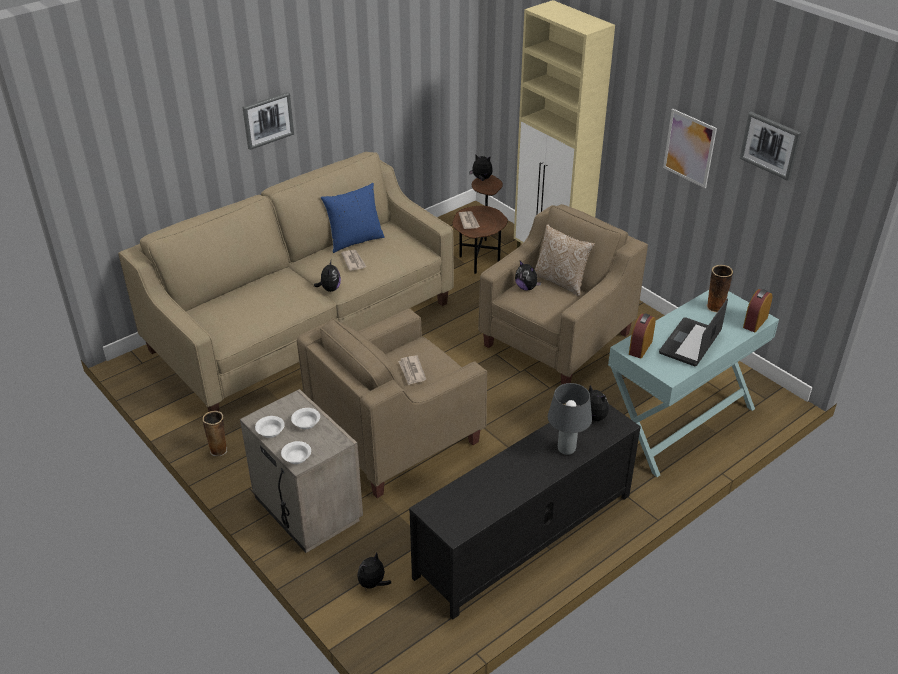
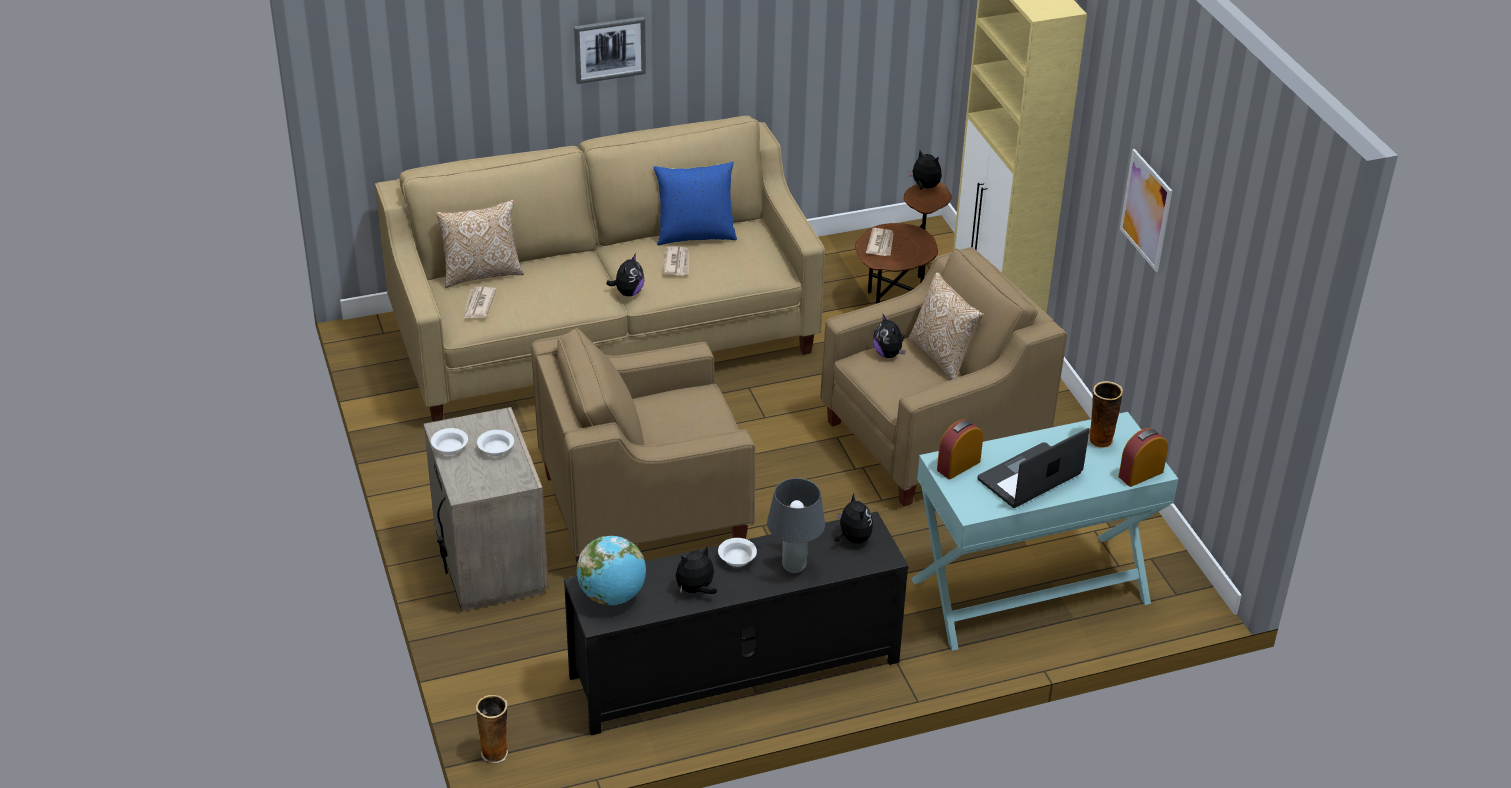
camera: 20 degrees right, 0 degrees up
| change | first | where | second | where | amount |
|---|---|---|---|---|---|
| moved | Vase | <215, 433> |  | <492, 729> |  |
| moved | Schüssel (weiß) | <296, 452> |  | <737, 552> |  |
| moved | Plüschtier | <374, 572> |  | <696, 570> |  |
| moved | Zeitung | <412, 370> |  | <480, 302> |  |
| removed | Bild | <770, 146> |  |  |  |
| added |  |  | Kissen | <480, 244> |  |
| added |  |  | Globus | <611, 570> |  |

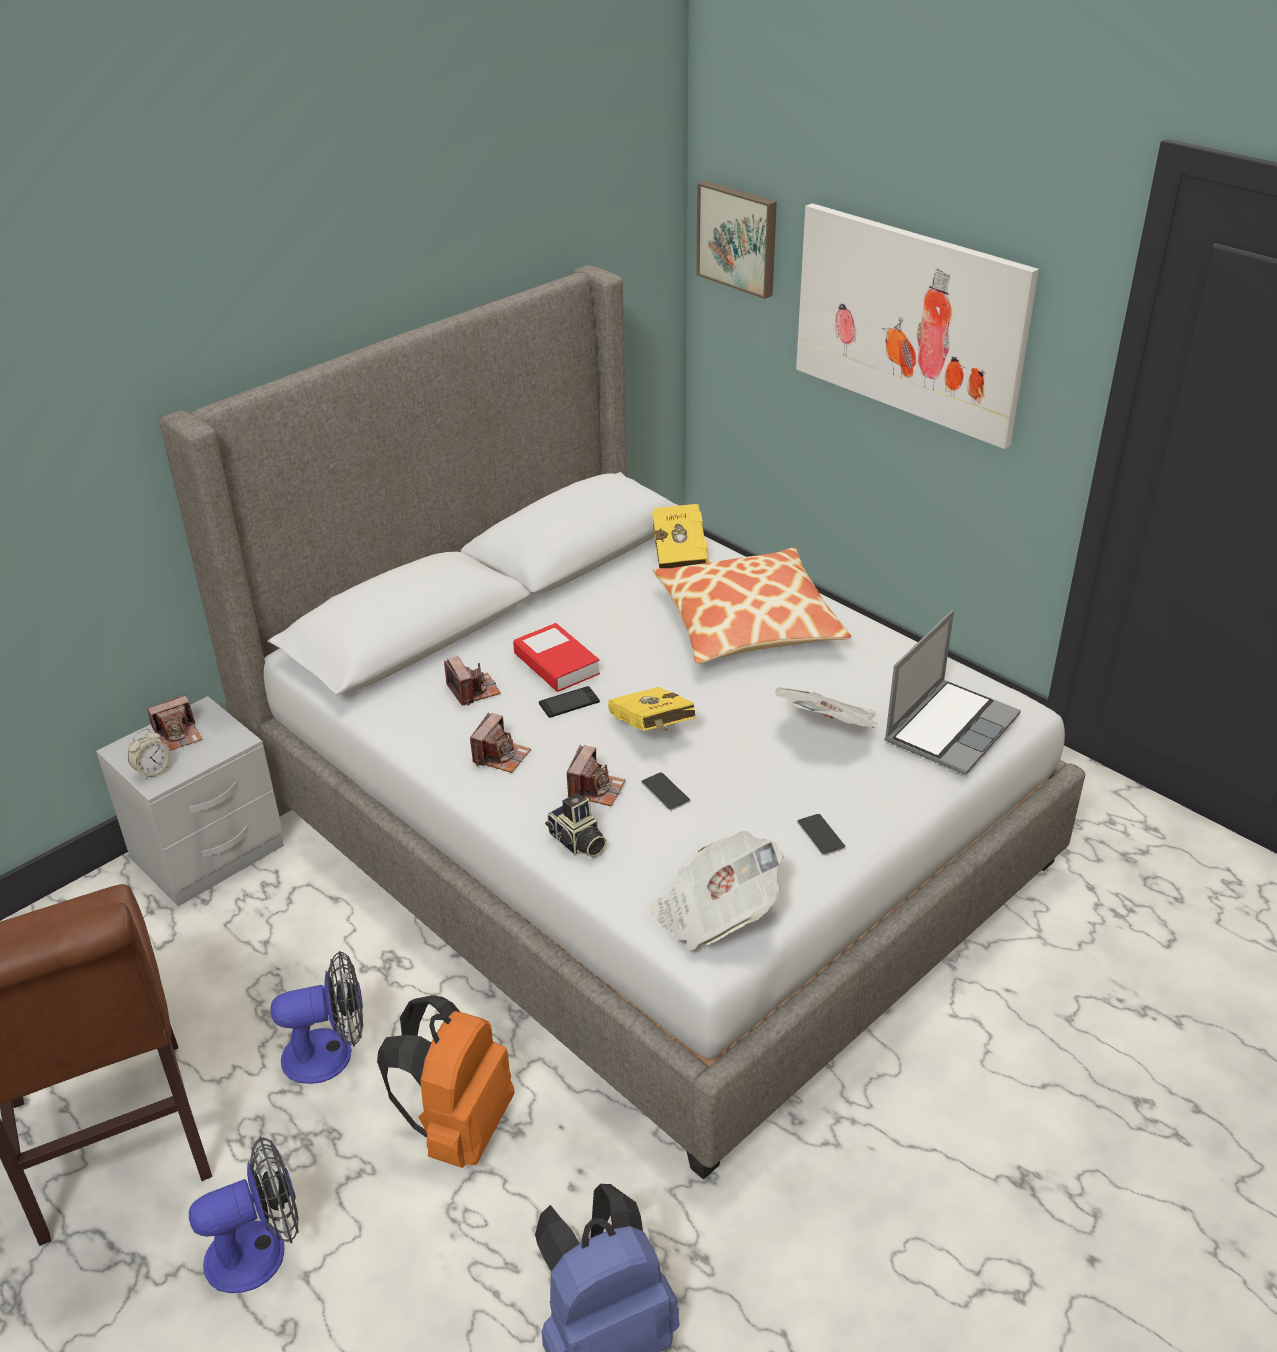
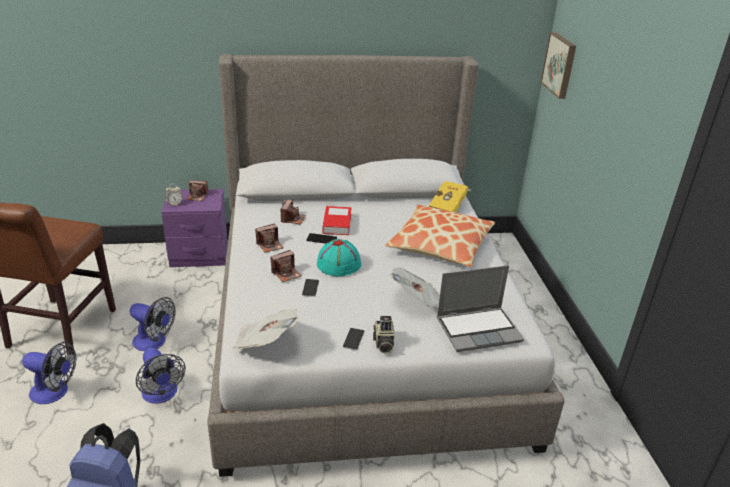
camera: 35 degrees right, 5 degrees down
| change | first | where | second | where | amount |
|---|---|---|---|---|---|
| recoloured | Nachttisch (grau) | <190, 801> | Nachttisch (lila) | <194, 228> |  |
| replaced | Rucksack (orange) | <445, 1081> | Ventilator | <161, 376> |  |
| moved | Kamera | <576, 825> |  | <384, 335> |  |
| replaced | Buch (gelb) | <652, 709> | Hut (türkis) | <339, 257> |  |
| removed | Bild | <917, 326> |  |  |  |

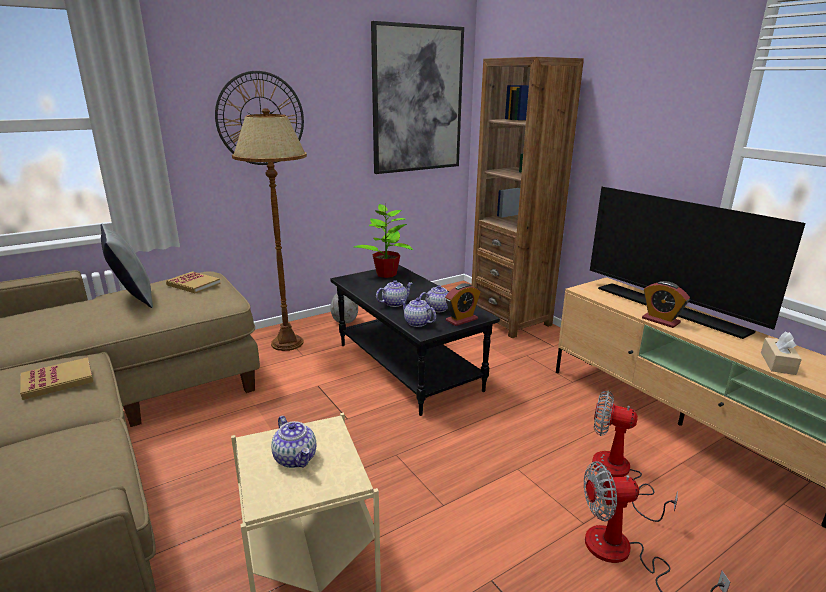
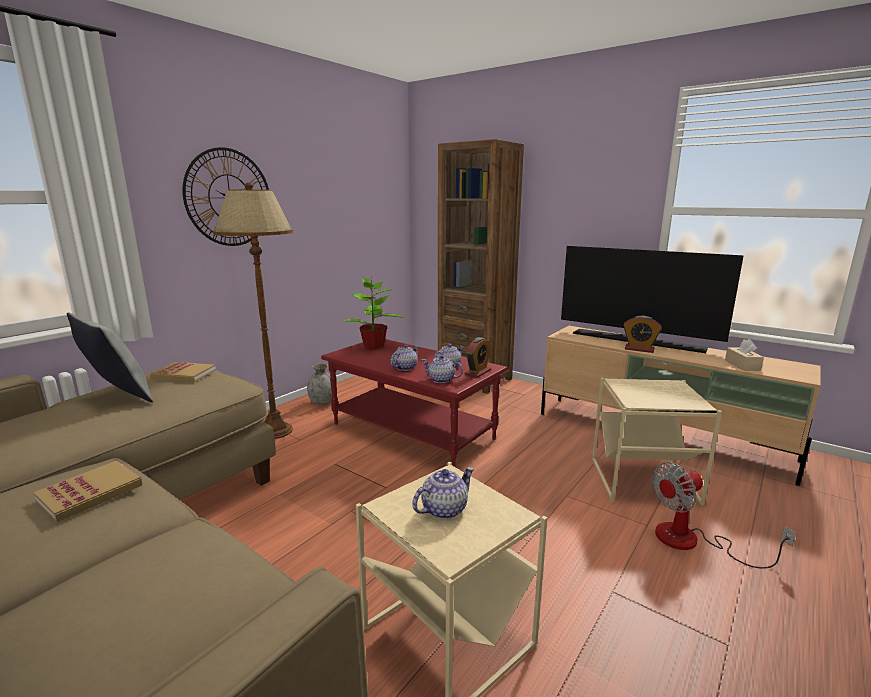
camera: 20 degrees left, 5 degrees down
| change | first | where | second | where | amount |
|---|---|---|---|---|---|
| turned | Teekanne | <293, 442> |  | <443, 493> | 75 degrees counterclockwise |
| recoloured | Couchtisch (schwarz) | <415, 340> | Couchtisch (rot) | <414, 403> |  |
| removed | Bild | <417, 97> |  |  |  |
| replaced | Ventilator | <635, 456> | Beistelltisch (beige) | <657, 441> |  |

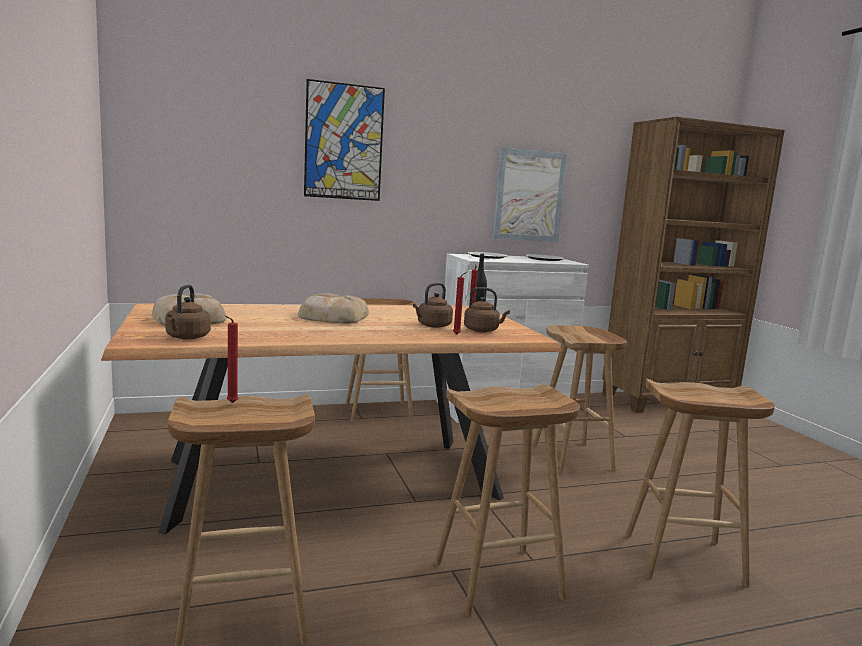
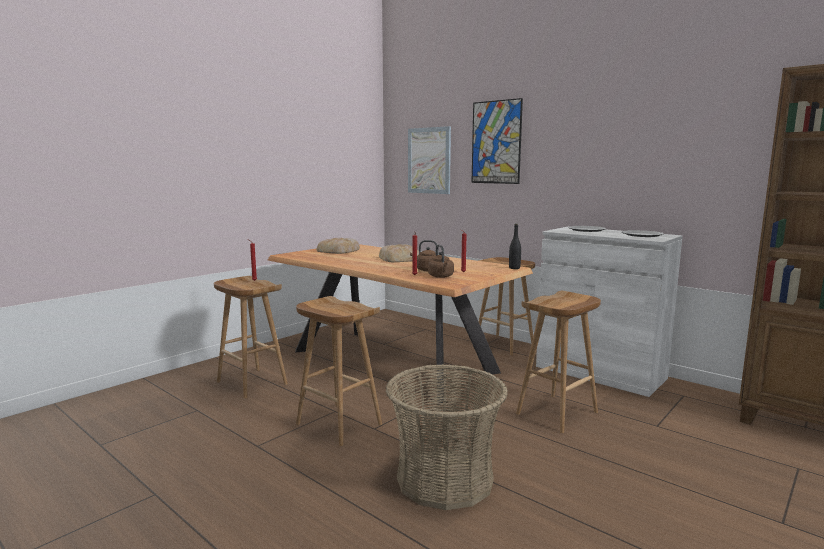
camera: 60 degrees right, 0 degrees up
| change | first | where | second | where | amount |
|---|---|---|---|---|---|
| removed | Wasserkessel (braun) | <188, 312> |  |  |  |
| moved | Bild | <530, 195> |  | <429, 160> |  |
| replaced | Hocker (braun) | <700, 483> | Korb | <447, 437> |  |

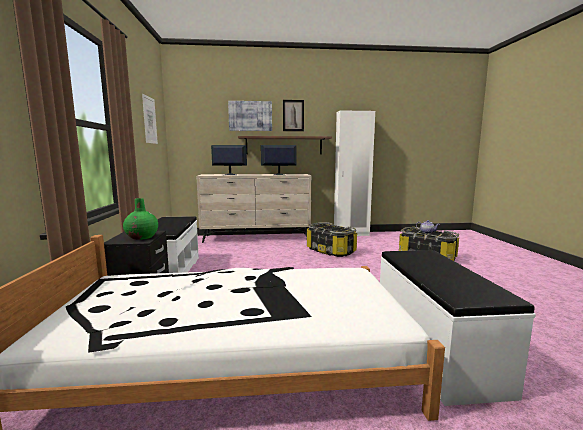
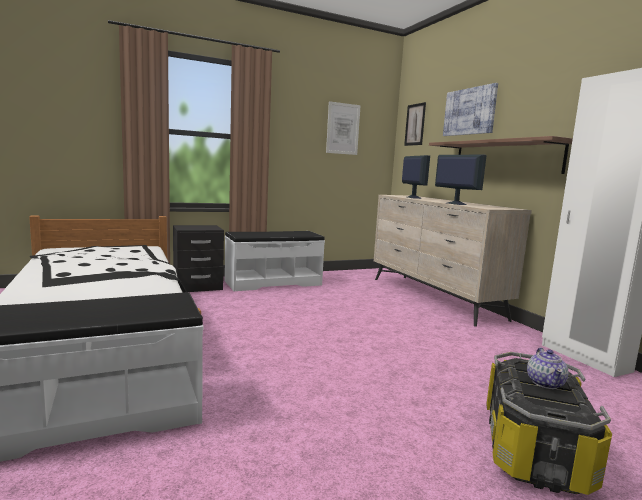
camera: 70 degrees right, 0 degrees up
| change | first | where | second | where | amount |
|---|---|---|---|---|---|
| removed | Vase (grün) | <140, 219> |  |  |  |
| moved | Bild | <293, 115> |  | <415, 124> |  |
| removed | Aufbewahrungsbox | <332, 239> |  |  |  |

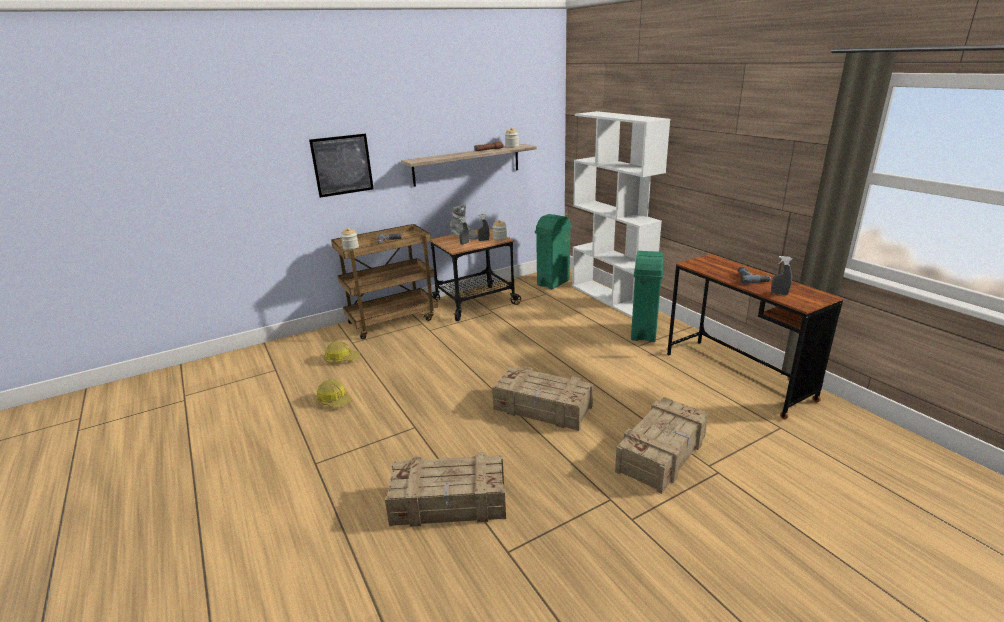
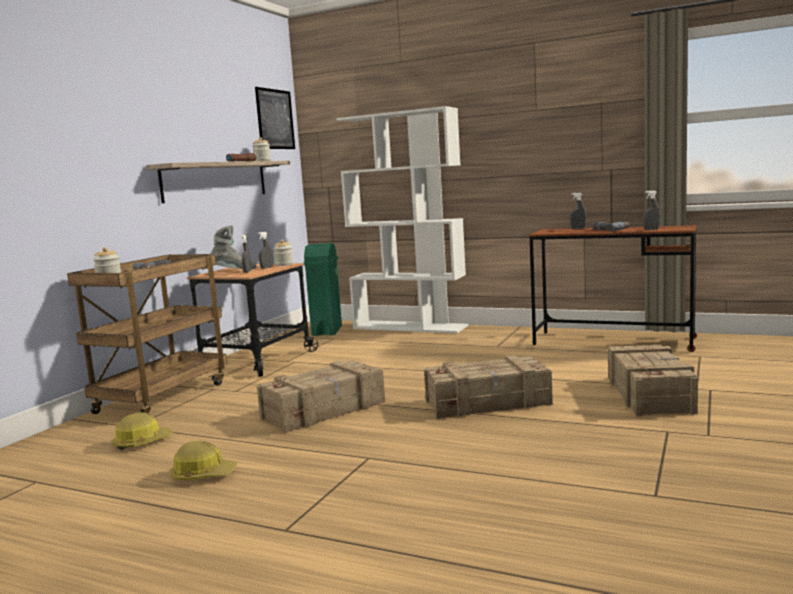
camera: 35 degrees left, 15 degrees down
| change | first | where | second | where | amount |
|---|---|---|---|---|---|
| moved | Bild | <341, 166> |  | <275, 118> |  |
| moved | Kiste | <445, 489> |  | <321, 396> |  |
| removed | Mülleimer (grün) | <647, 296> |  |  |  |
| added |  |  | Sprühflasche (grau) | <578, 211> |  |

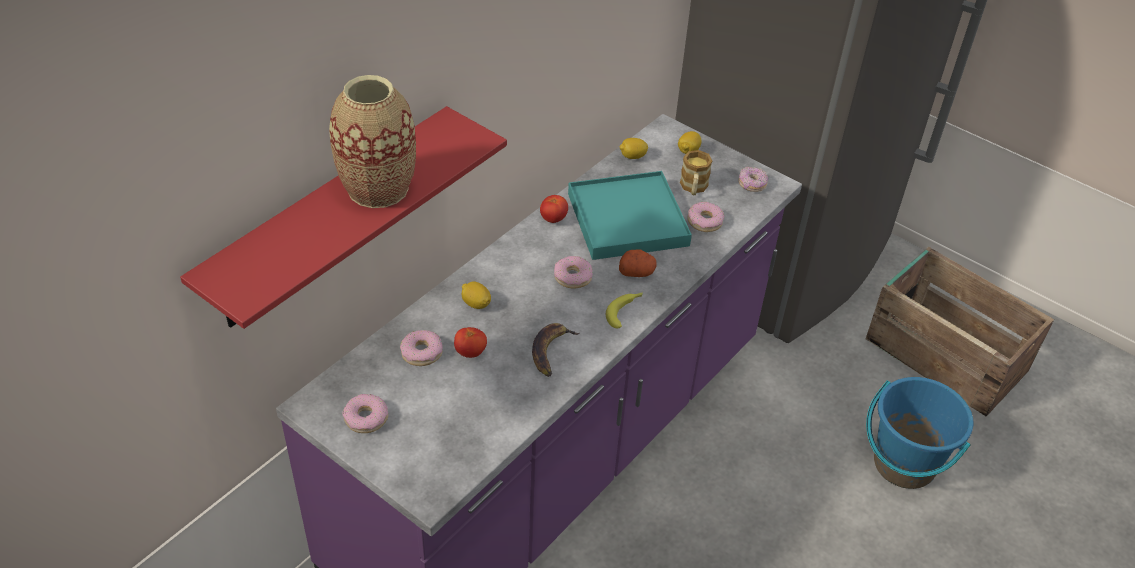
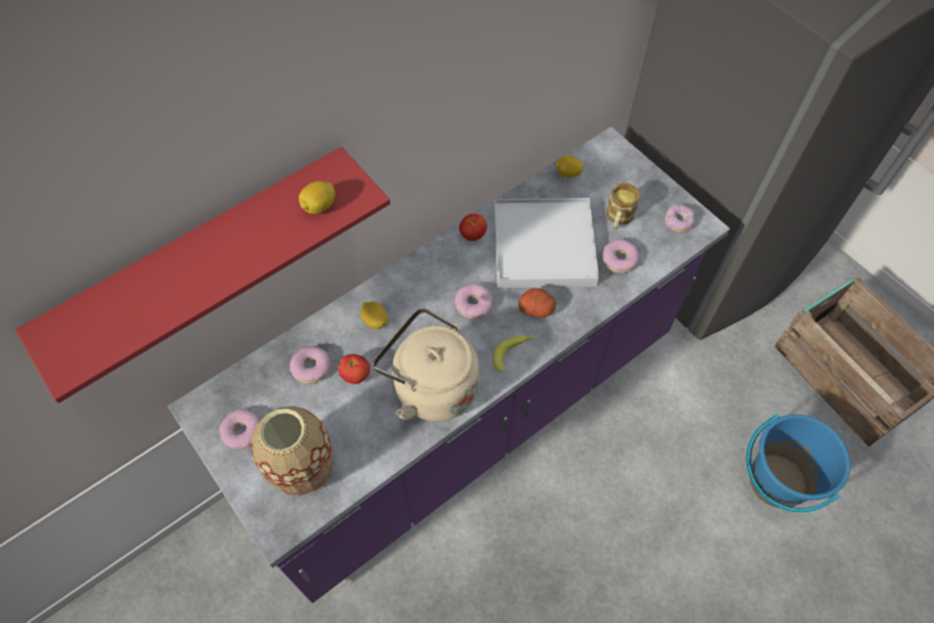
camera: 15 degrees right, 15 degrees up
| change | first | where | second | where | amount |
|---|---|---|---|---|---|
| moved | Vase | <372, 141> |  | <292, 450> |  |
| replaced | Banane | <555, 350> | Wasserkessel (beige) | <426, 365> |  |
| recoloured | Tablett (türkis) | <630, 215> | Tablett (weiß) | <546, 243> |  |
| moved | Zitrone | <689, 142> |  | <317, 197> |  |

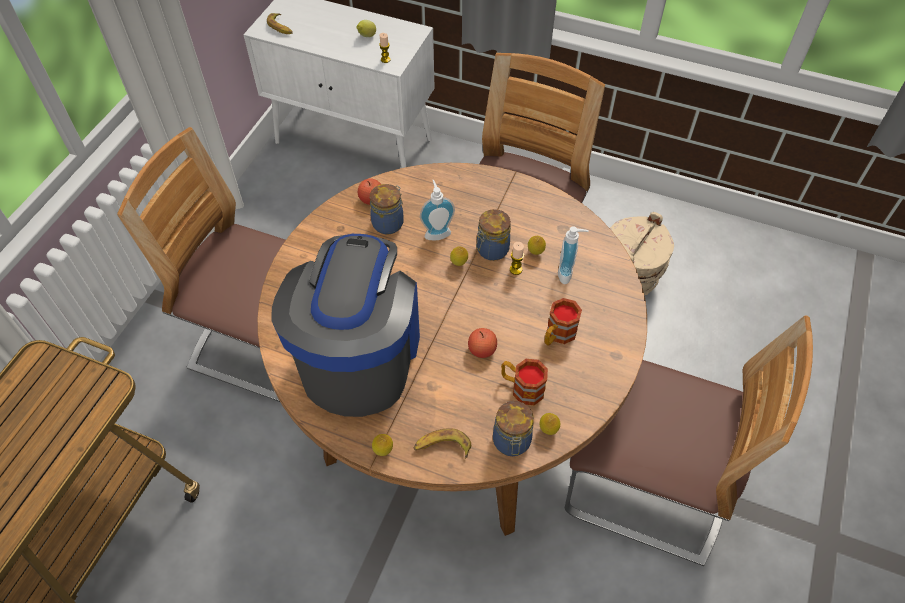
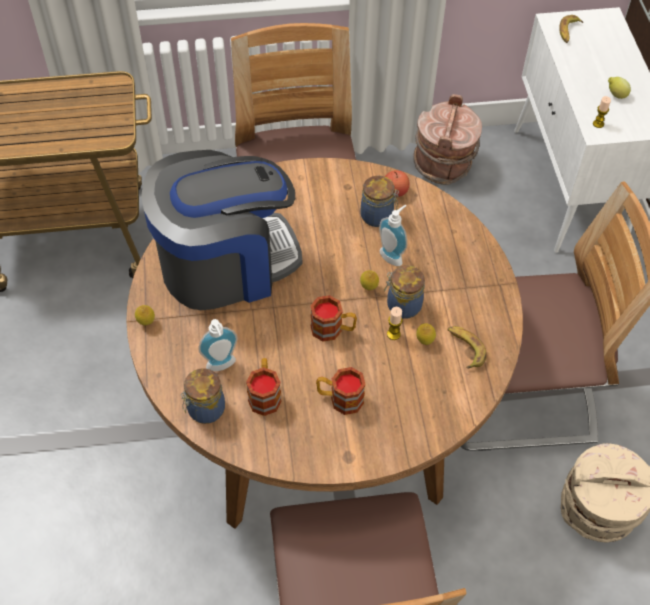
camera: 60 degrees right, 0 degrees up
| change | first | where | second | where | amount |
|---|---|---|---|---|---|
| moved | Banane | <442, 443> |  | <467, 347> |  |
| removed | Apfel | <482, 343> |  |  |  |
| removed | Zitrone | <550, 424> |  |  |  |
| moved | Seifenspender | <573, 255> |  | <218, 345> |  |
| added |  |  | Henkelbecher | <333, 318> |  |
| added |  |  | Eimer (braun) | <447, 139> |  |

